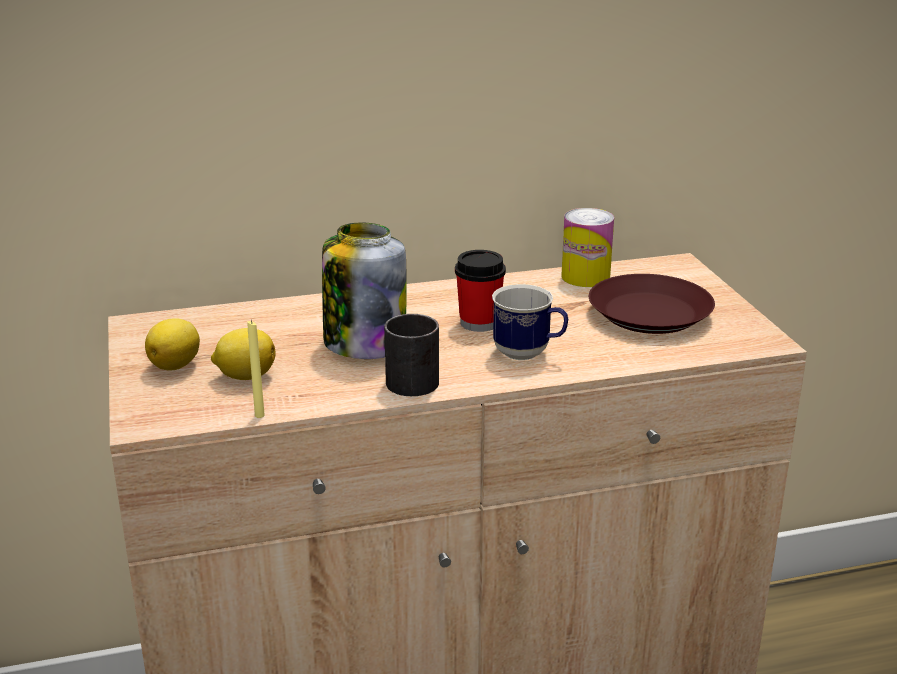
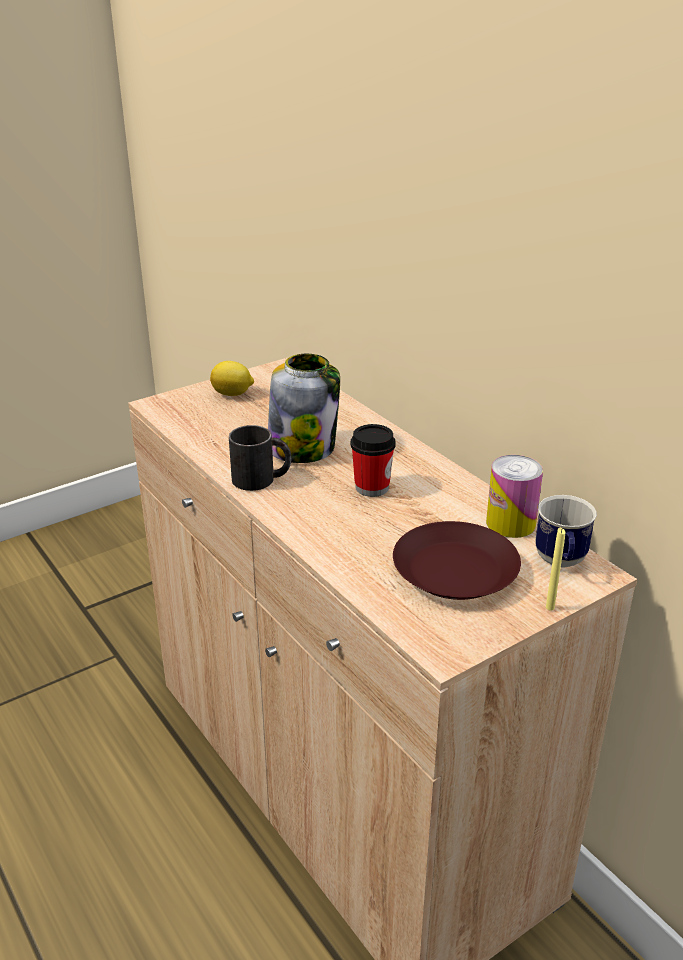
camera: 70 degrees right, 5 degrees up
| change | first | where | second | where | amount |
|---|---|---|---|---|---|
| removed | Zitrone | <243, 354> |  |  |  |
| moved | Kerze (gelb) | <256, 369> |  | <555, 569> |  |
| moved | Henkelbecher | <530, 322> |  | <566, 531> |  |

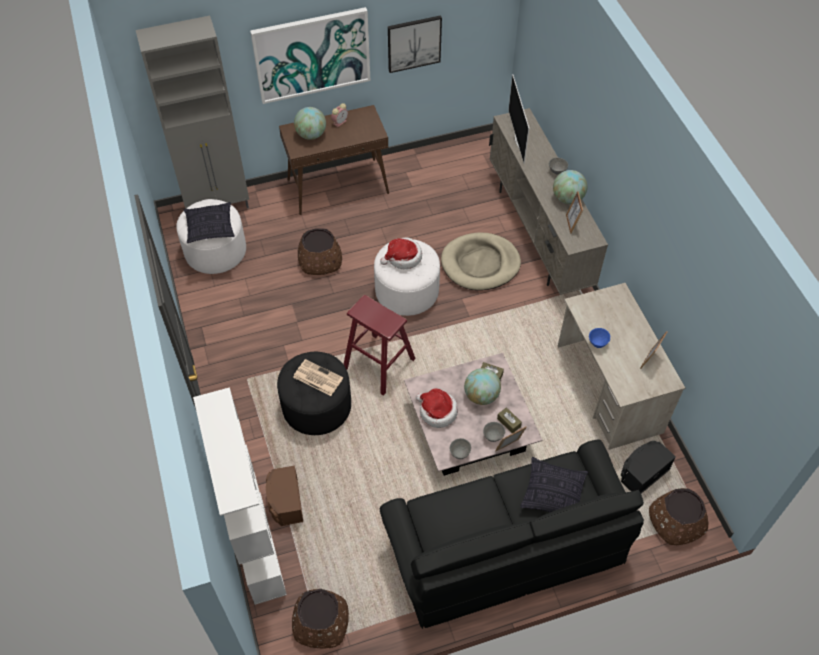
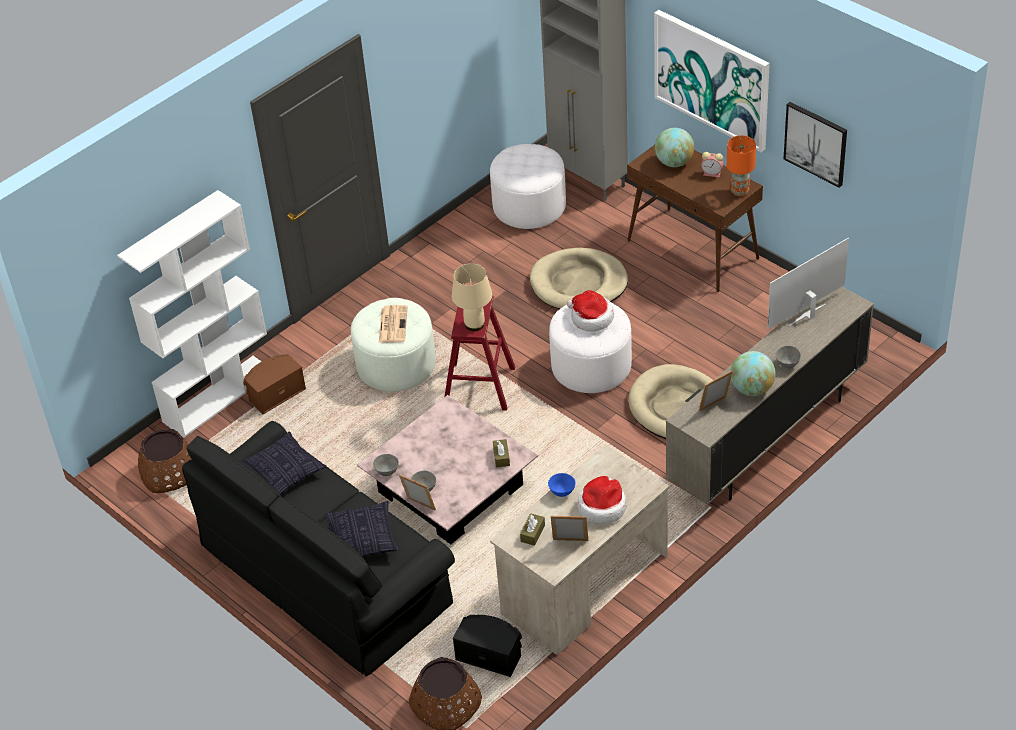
camera: 65 degrees right, 10 degrees down
| change | first | where | second | where | amount |
|---|---|---|---|---|---|
| moved | Kissen | <209, 222> |  | <284, 463> |  |
| recoloured | Polsterhocker (schwarz) | <314, 393> | Polsterhocker (weiß) | <393, 345> |  |
| replaced | Pflanzkübel (braun) | <320, 251> | Hundebett (beige) | <579, 278> |  |
| moved | Hut | <437, 408> |  | <602, 500> |  |
| removed | Globus | <482, 386> |  |  |  |
| moved | Taschentuchbox (braun) | <509, 420> |  | <532, 529> |  |
| added |  |  | Tischlampe (beige) | <472, 297> |  |
| added |  |  | Tischlampe (orange) | <741, 165> |  |

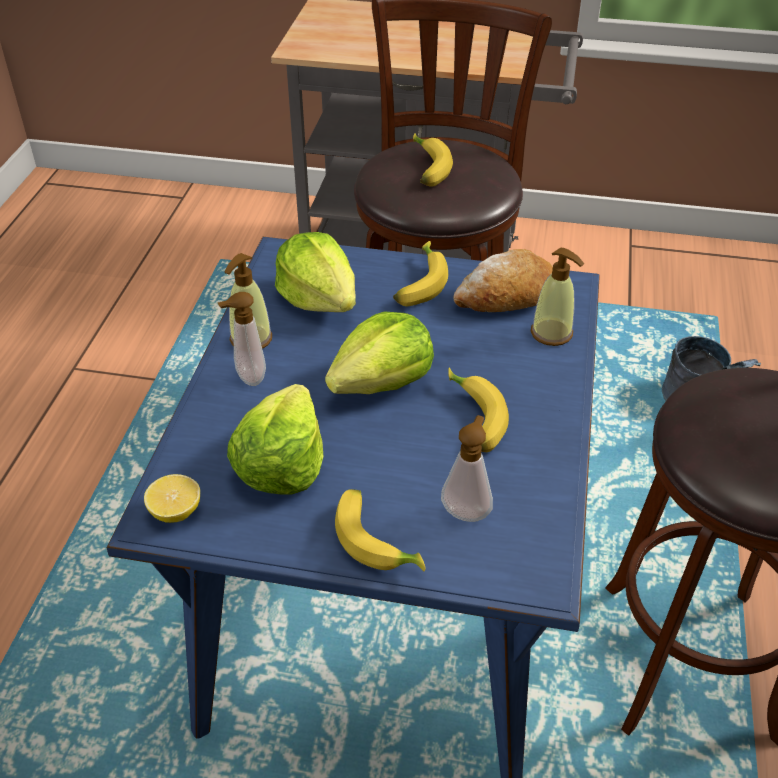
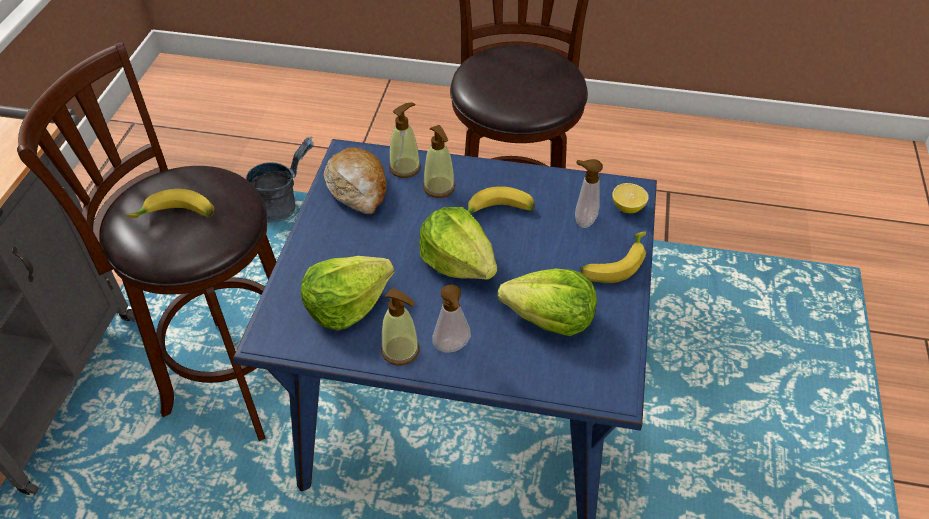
camera: 90 degrees left, 5 degrees up
| change | first | where | second | where | amount |
|---|---|---|---|---|---|
| moved | Zitrone | <172, 498> |  | <630, 198> |  |
| removed | Banane | <420, 273> |  |  |  |
| added |  |  | Seifenspender | <439, 161> |  |

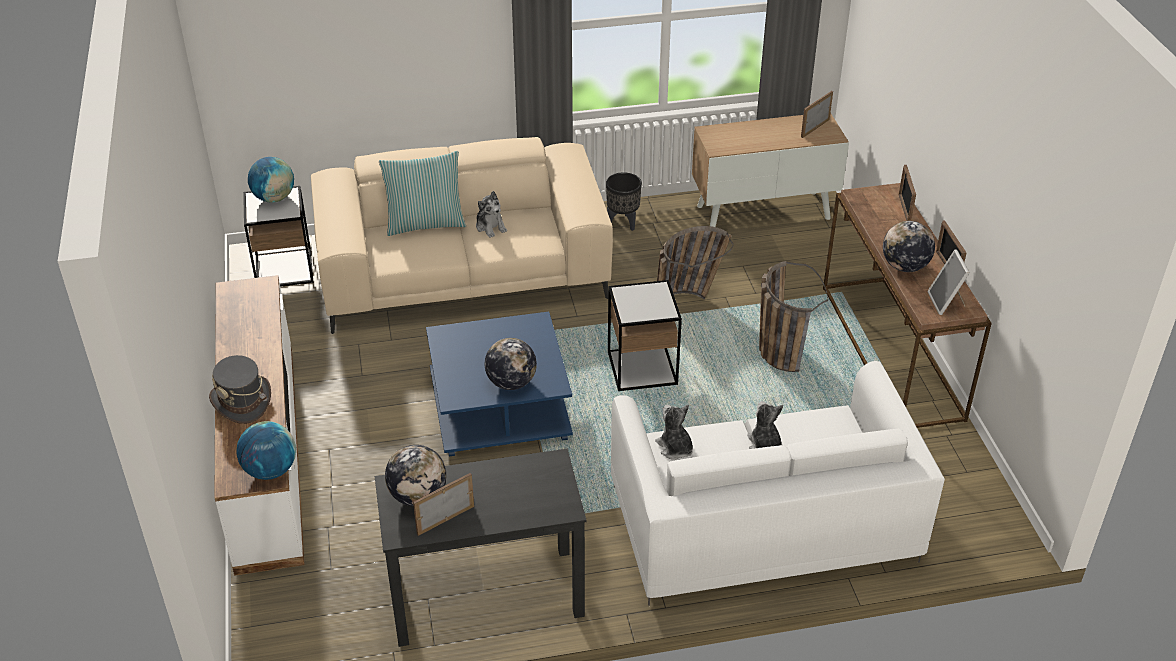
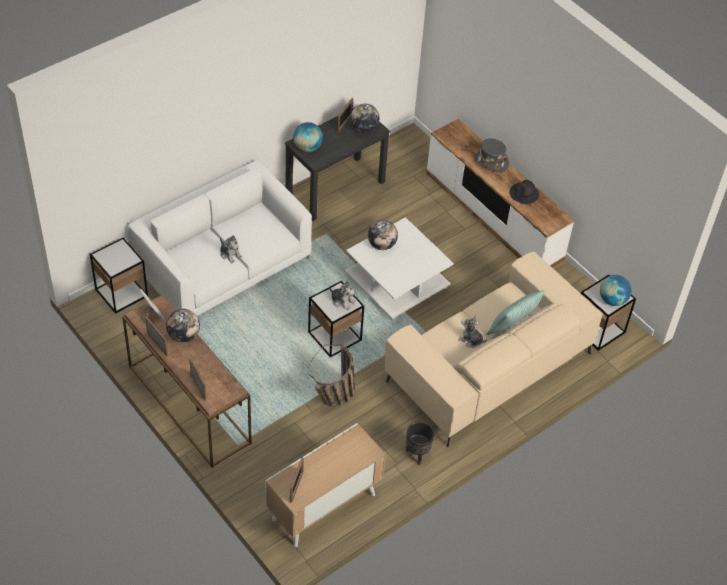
camera: 150 degrees right, 10 degrees up
| change | first | where | second | where | amount |
|---|---|---|---|---|---|
| moved | Globus | <266, 450> |  | <308, 137> |  |
| recoloured | Couchtisch (blau) | <499, 384> | Couchtisch (weiß) | <399, 268> |  |
| moved | Plüschtier | <674, 432> |  | <342, 295> |  |
| removed | Korb | <793, 316> |  |  |  |
| added |  |  | Beistelltisch | <119, 276> |  |
| added |  |  | Hut (schwarz) | <524, 192> |  |

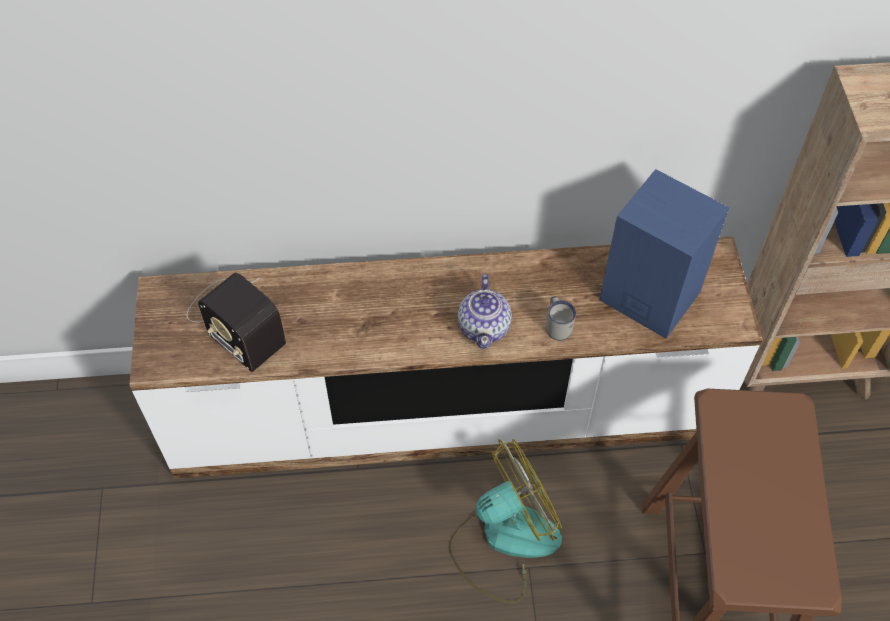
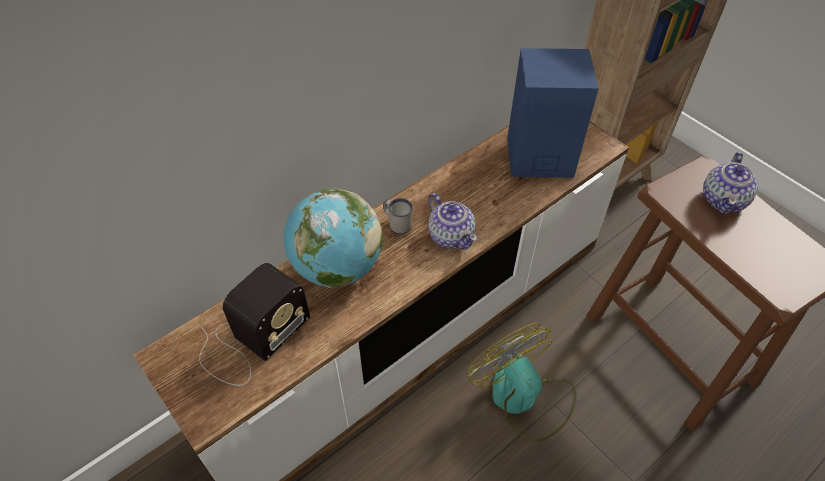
camera: 35 degrees left, 5 degrees down
| change | first | where | second | where | amount |
|---|---|---|---|---|---|
| turned | Radio | <236, 322> |  | <254, 324> | 60 degrees counterclockwise |
| turned | Ventilator | <505, 521> |  | <522, 382> | 60 degrees counterclockwise |
| moved | Henkelbecher (weiß) | <561, 318> |  | <398, 216> |  |
| added |  |  | Globus | <333, 238> |  |
| added |  |  | Teekanne | <730, 183> |  |

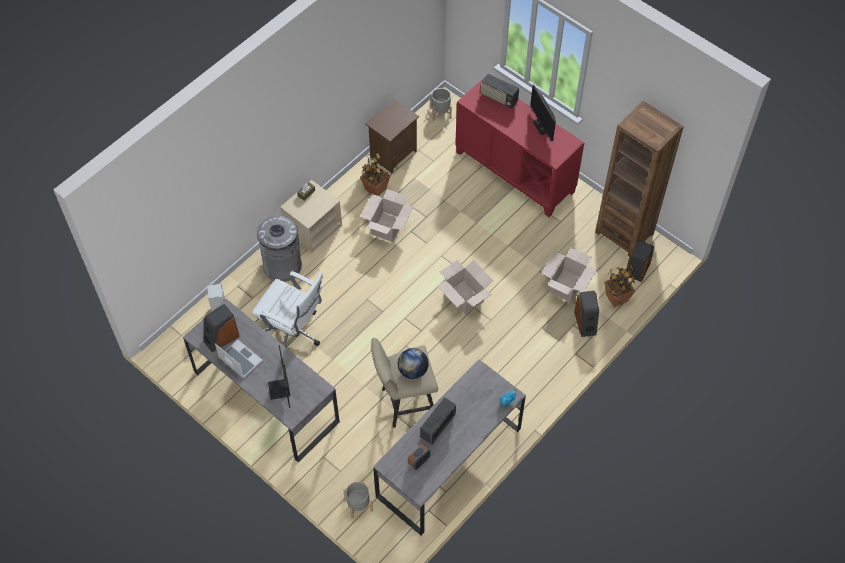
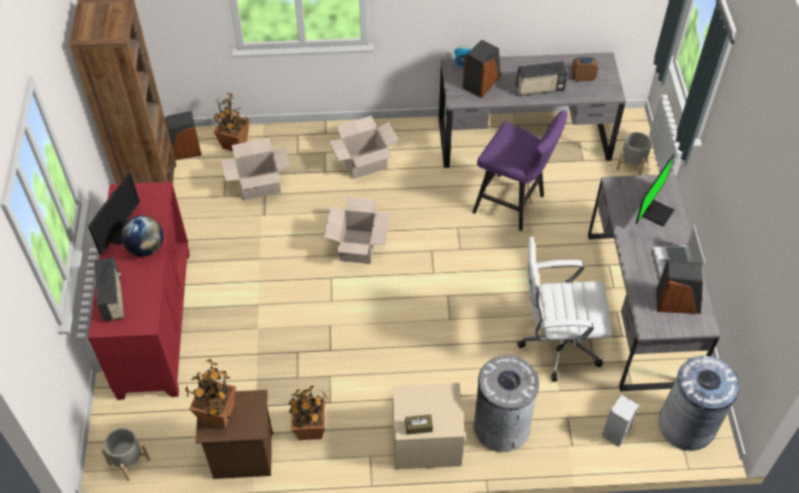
camera: 135 degrees left, 5 degrees down
| change | first | where | second | where | amount |
|---|---|---|---|---|---|
| turned | Bürostuhl (weiß) | <287, 308> |  | <564, 309> | 75 degrees counterclockwise |
| moved | Karton | <387, 215> |  | <364, 147> |  |
| recoloured | Hocker (beige) | <404, 383> | Hocker (lila) | <520, 170> |  |
| moved | Globus | <413, 363> |  | <142, 236> |  |
| moved | Lautsprecher | <586, 314> |  | <481, 69> |  |
| added |  |  | Topfpflanze | <210, 393> |  |
| added |  |  | Mülleimer (grau) | <699, 403> |  |

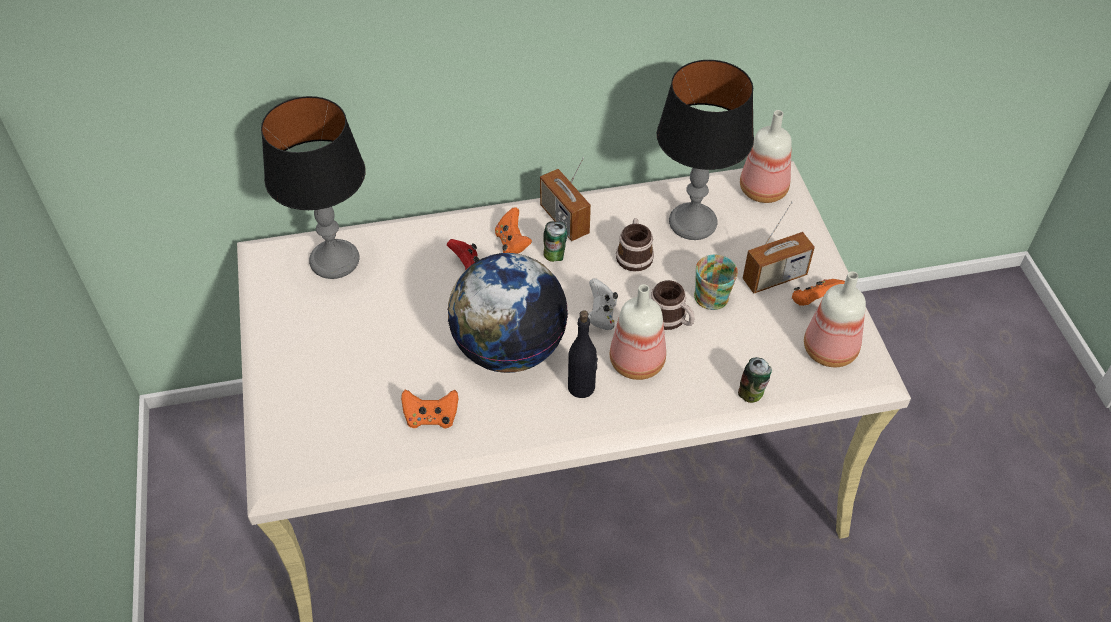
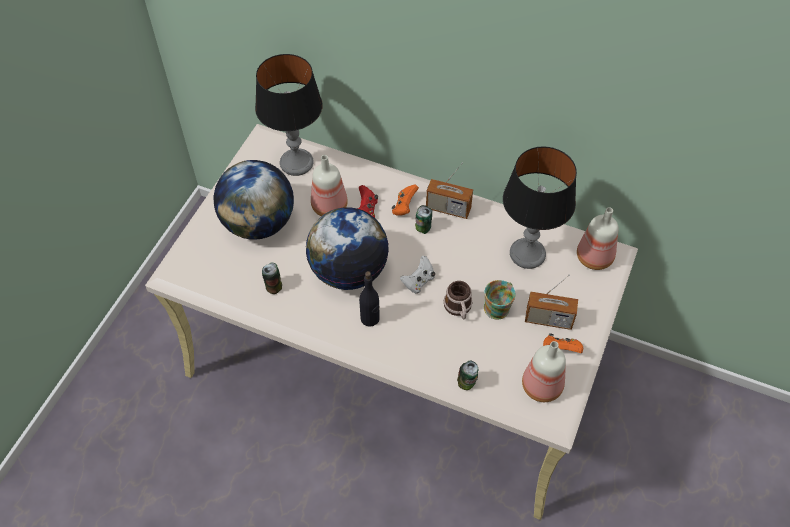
camera: 35 degrees right, 5 degrees up
| change | first | where | second | where | amount |
|---|---|---|---|---|---|
| replaced | Gamepad (orange) | <429, 409> | Dose | <272, 278> |  |
| turned | Radio | <565, 199> |  | <449, 190> | 75 degrees counterclockwise |
| moved | Flasche | <638, 332> |  | <329, 185> |  |
| removed | Henkelbecher | <635, 245> |  |  |  |
| added |  |  | Globus | <253, 200> |  |

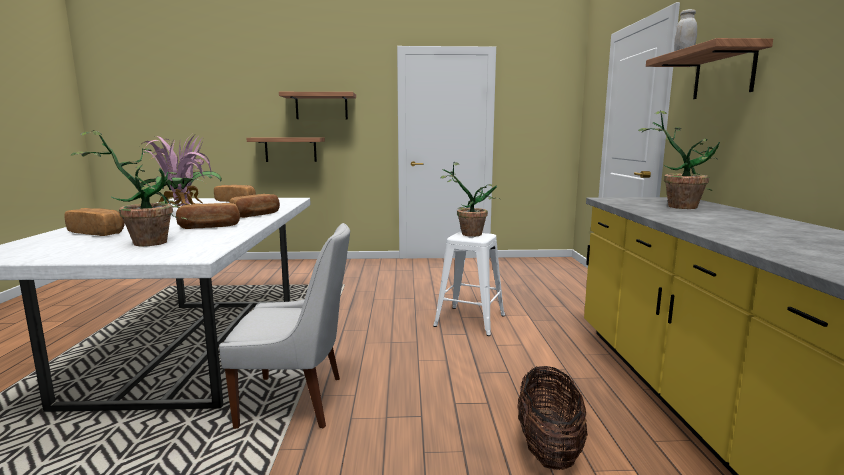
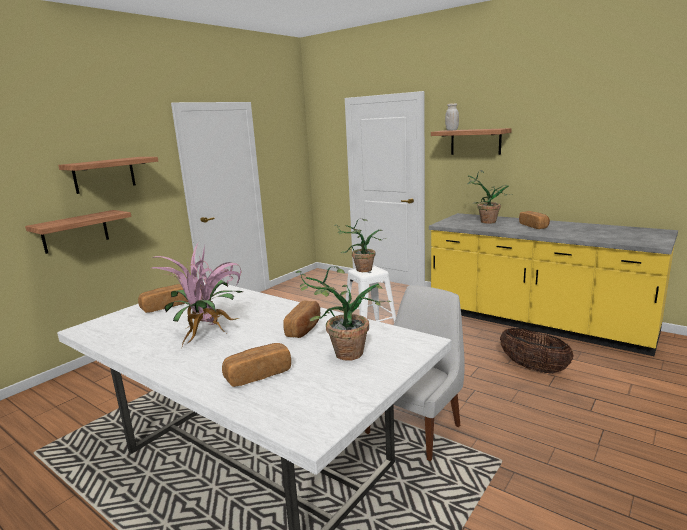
camera: 50 degrees left, 5 degrees up
| change | first | where | second | where | amount |
|---|---|---|---|---|---|
| moved | Brot | <254, 206> |  | <534, 220> |  |

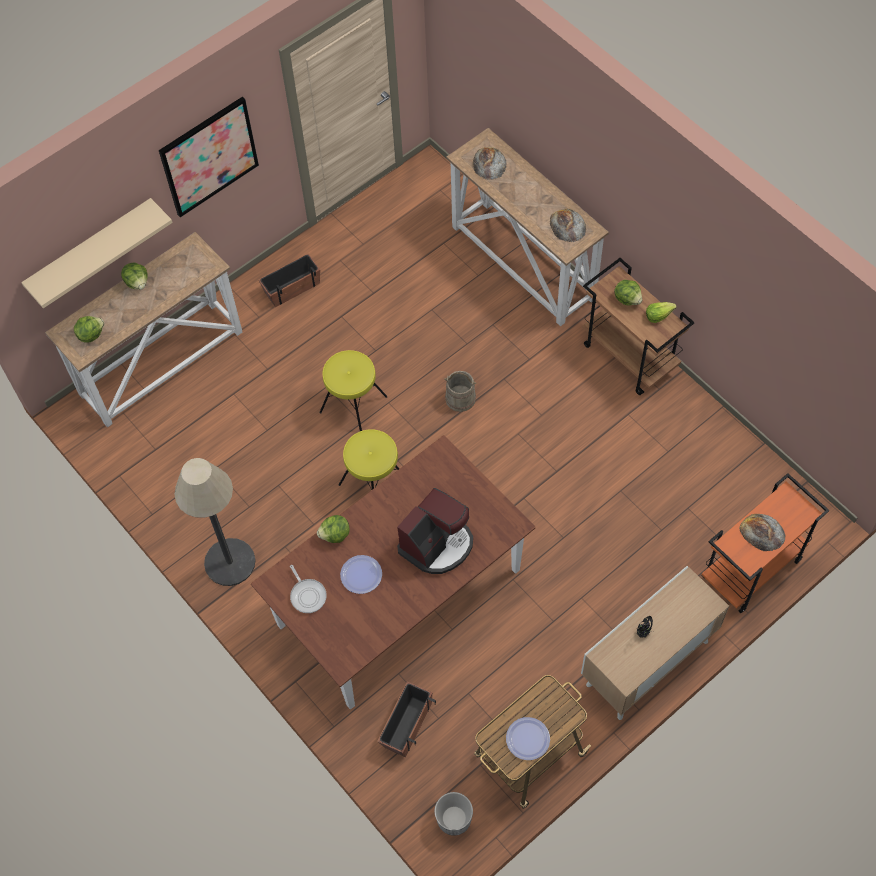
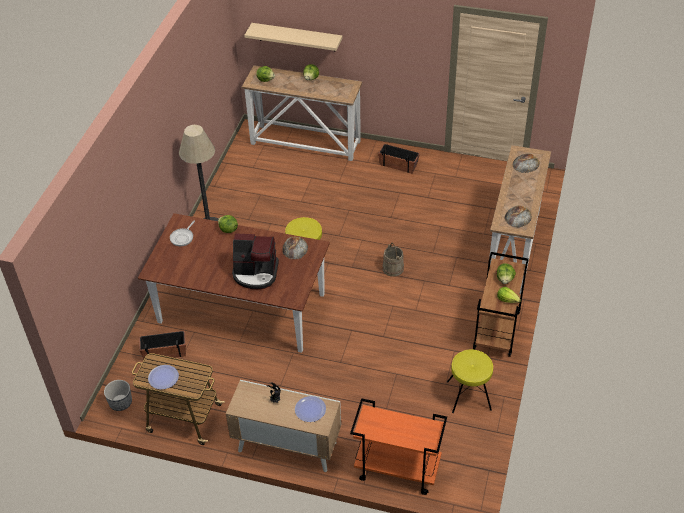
camera: 55 degrees right, 15 degrees down
| change | first | where | second | where | amount |
|---|---|---|---|---|---|
| removed | Bild | <209, 157> |  |  |  |
| moved | Hocker (gelb) | <353, 390> |  | <470, 381> |  |
| moved | Teller | <361, 574> |  | <310, 409> |  |
| moved | Brot | <762, 532> |  | <295, 248> |  |

